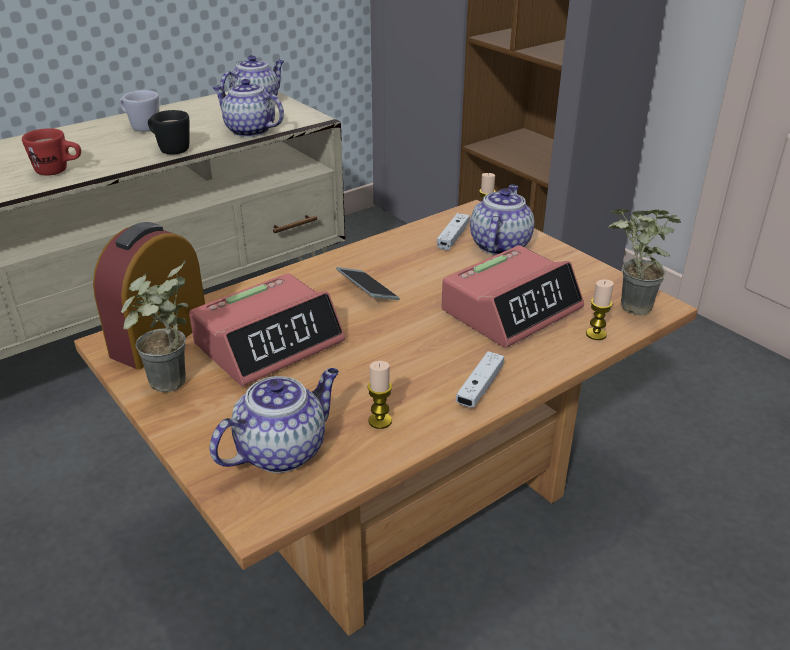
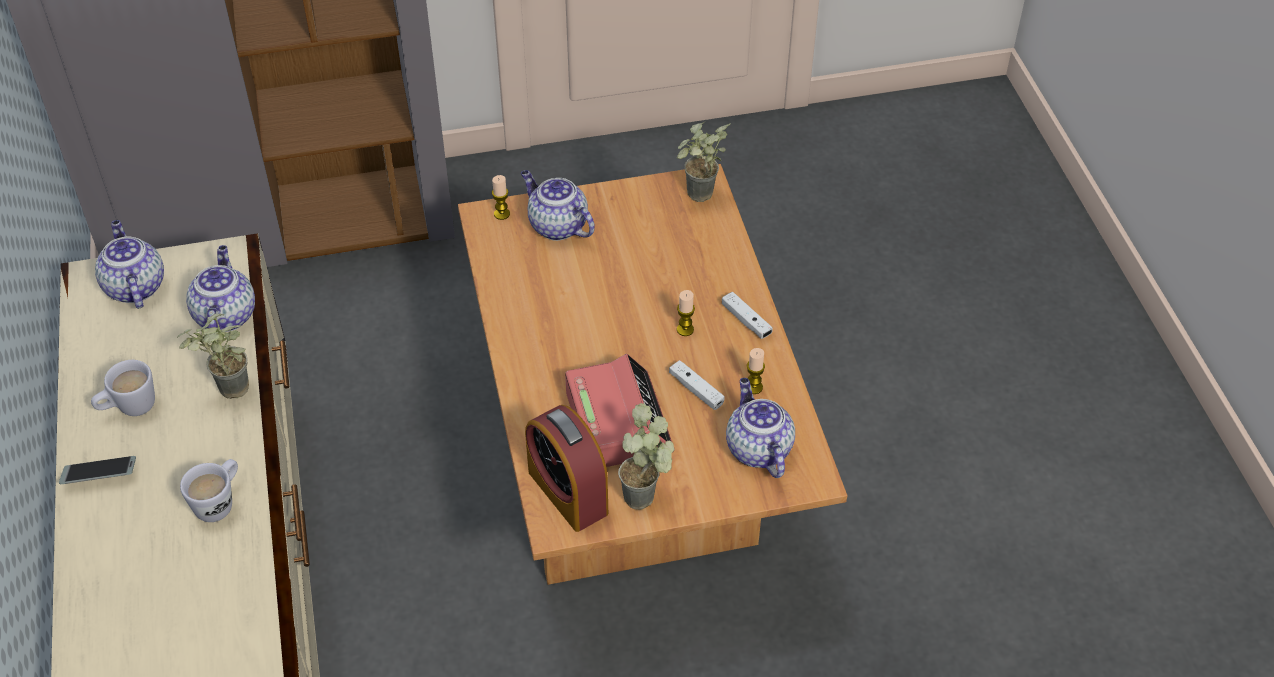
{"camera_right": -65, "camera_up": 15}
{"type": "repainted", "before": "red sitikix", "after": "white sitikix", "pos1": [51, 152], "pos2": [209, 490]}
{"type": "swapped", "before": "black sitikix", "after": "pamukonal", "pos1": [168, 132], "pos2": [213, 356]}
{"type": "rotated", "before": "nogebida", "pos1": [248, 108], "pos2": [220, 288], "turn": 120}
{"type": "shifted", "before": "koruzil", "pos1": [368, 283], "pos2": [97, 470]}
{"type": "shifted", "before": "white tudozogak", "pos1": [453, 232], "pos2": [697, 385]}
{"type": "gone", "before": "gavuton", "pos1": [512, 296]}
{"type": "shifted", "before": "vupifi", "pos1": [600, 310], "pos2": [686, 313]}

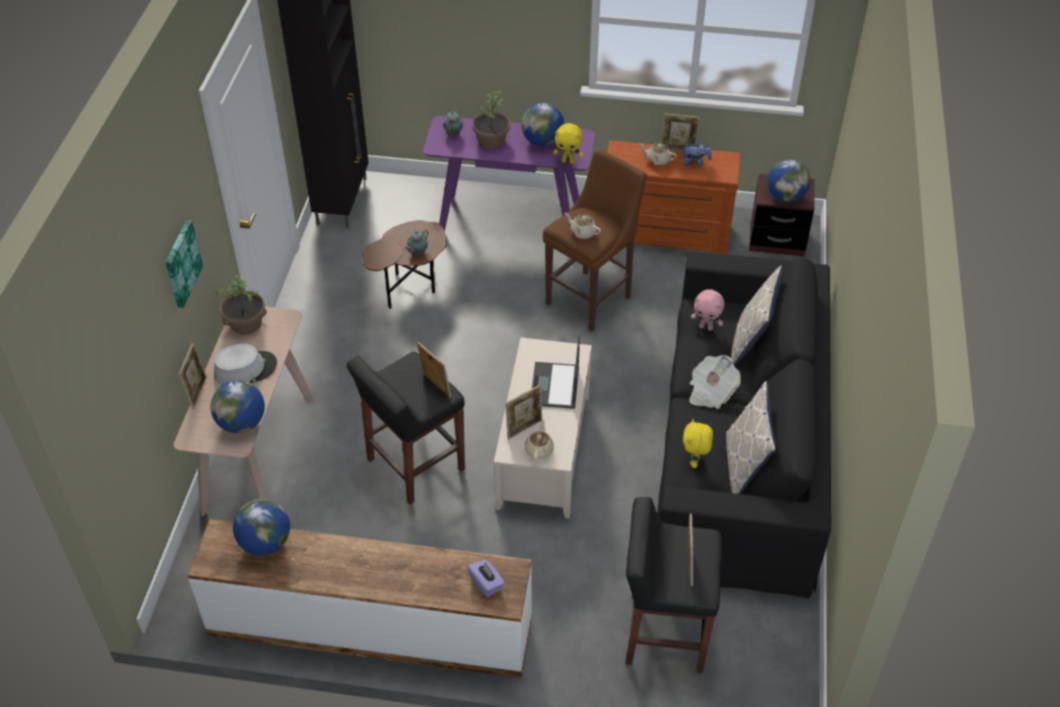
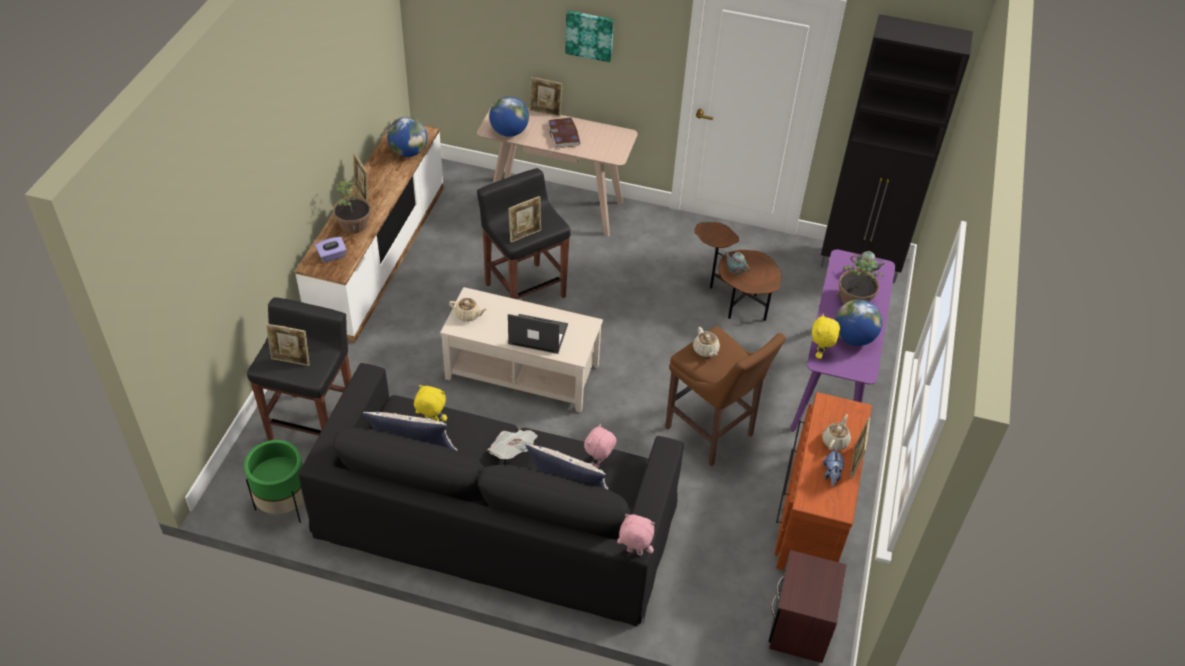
{"camera_right": 95, "camera_up": 0}
{"type": "swapped", "before": "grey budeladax", "after": "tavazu", "pos1": [245, 364], "pos2": [563, 133]}
{"type": "shifted", "before": "pamukonal", "pos1": [241, 305], "pos2": [352, 207]}
{"type": "shifted", "before": "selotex", "pos1": [523, 412], "pos2": [360, 176]}
{"type": "rotated", "before": "beige nogebida", "pos1": [583, 225], "pos2": [706, 342], "turn": 120}
{"type": "gone", "before": "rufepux", "pos1": [788, 180]}
{"type": "new", "after": "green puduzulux", "pos2": [274, 481]}
{"type": "new", "after": "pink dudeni", "pos2": [636, 535]}

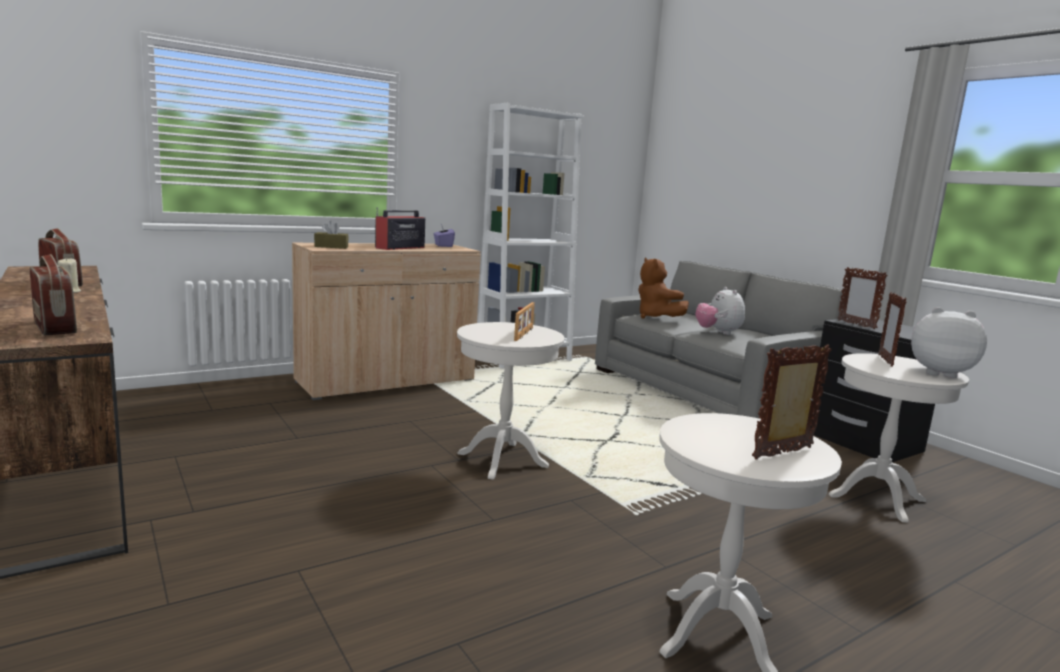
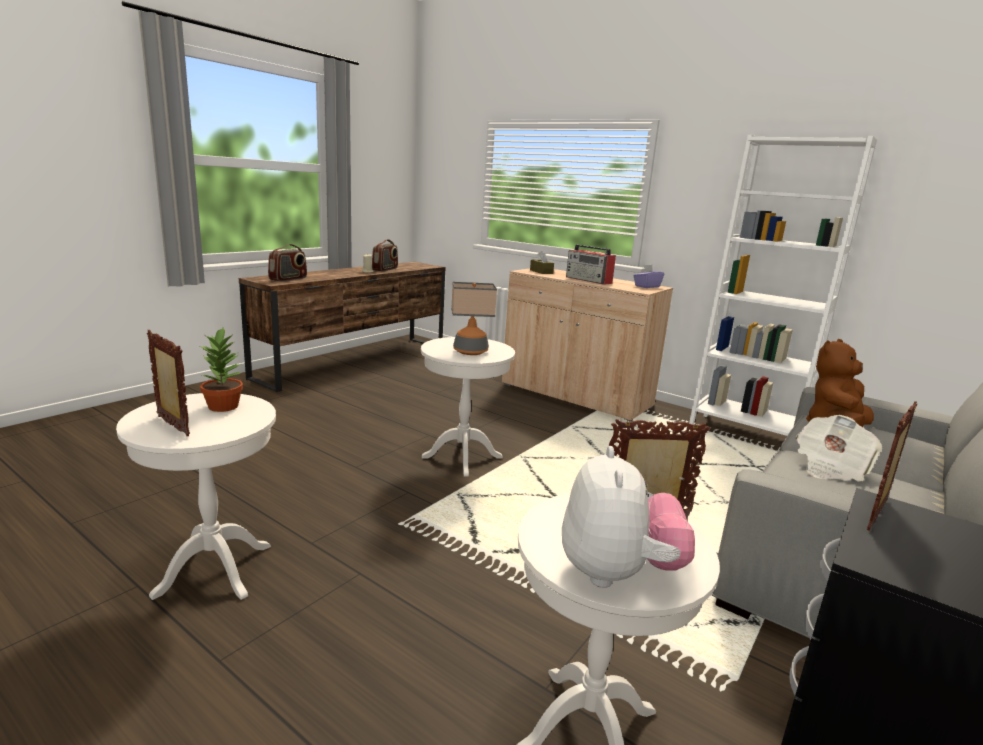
{"camera_right": 70, "camera_up": 5}
{"type": "rotated", "before": "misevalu", "pos1": [400, 228], "pos2": [591, 265], "turn": -150}
{"type": "swapped", "before": "selotex", "after": "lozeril", "pos1": [524, 321], "pos2": [474, 318]}
{"type": "swapped", "before": "dudeni", "after": "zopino", "pos1": [720, 311], "pos2": [839, 448]}
{"type": "new", "after": "pamukonal", "pos2": [221, 370]}

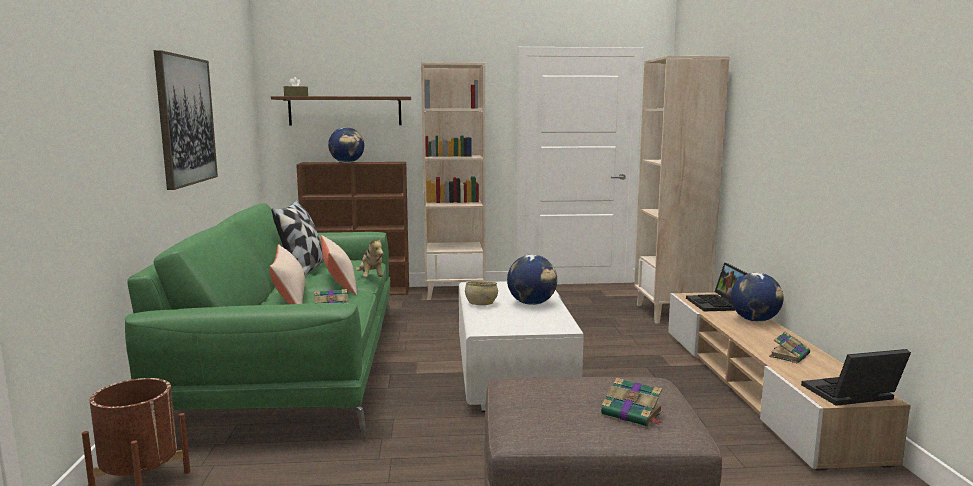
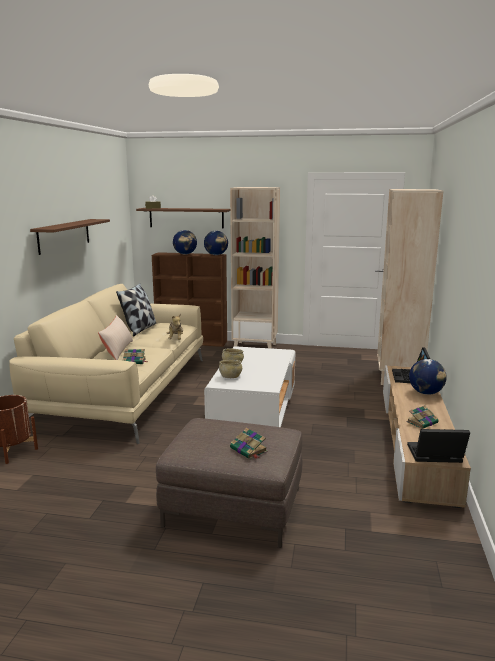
{"camera_right": 15, "camera_up": 5}
{"type": "repainted", "before": "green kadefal", "after": "beige kadefal", "pos1": [258, 322], "pos2": [106, 364]}
{"type": "swapped", "before": "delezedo", "after": "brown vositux", "pos1": [186, 120], "pos2": [70, 237]}
{"type": "gone", "before": "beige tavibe", "pos1": [339, 265]}
{"type": "shifted", "before": "rufepux", "pos1": [532, 280], "pos2": [216, 243]}
{"type": "new", "after": "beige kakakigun", "pos2": [230, 369]}

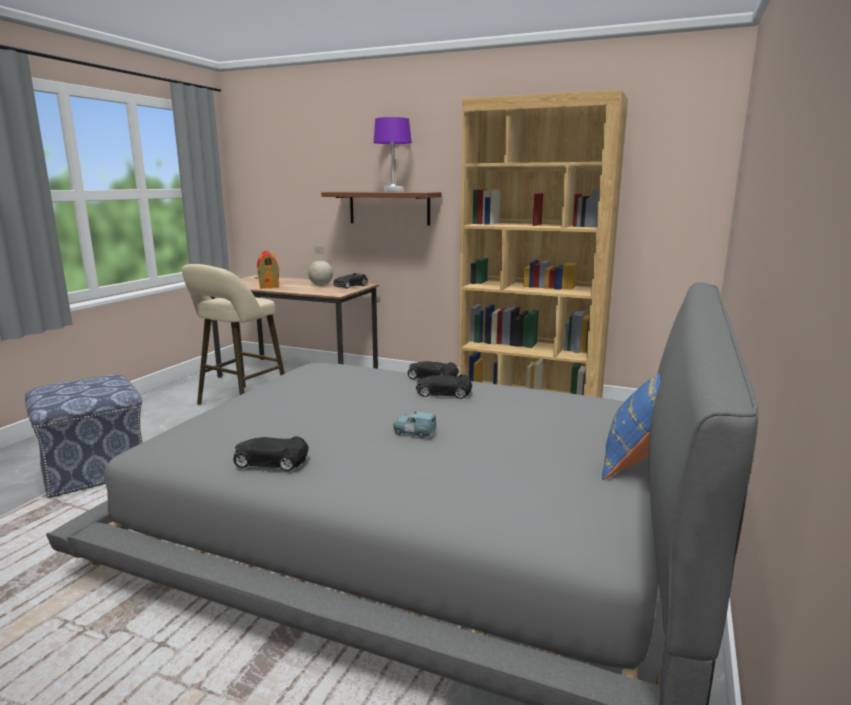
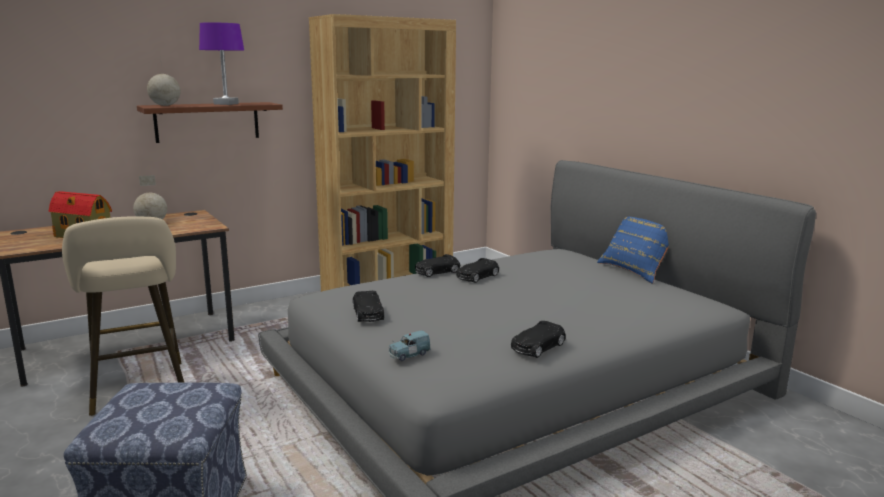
{"camera_right": -55, "camera_up": 0}
{"type": "shifted", "before": "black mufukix", "pos1": [350, 281], "pos2": [368, 306]}
{"type": "shifted", "before": "blue mufukix", "pos1": [415, 425], "pos2": [410, 345]}
{"type": "new", "after": "rufepux", "pos2": [164, 81]}

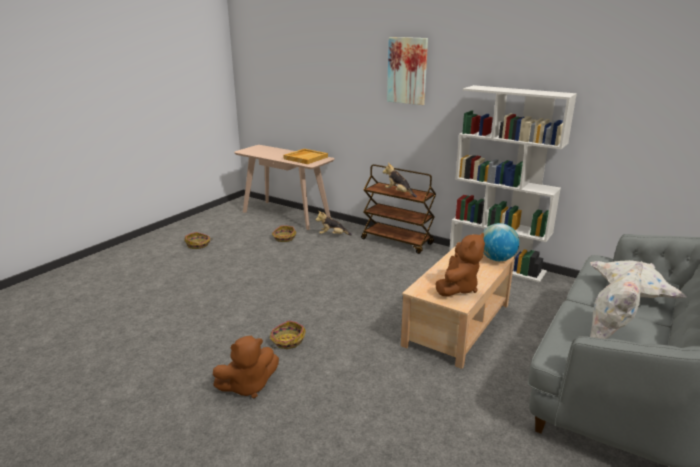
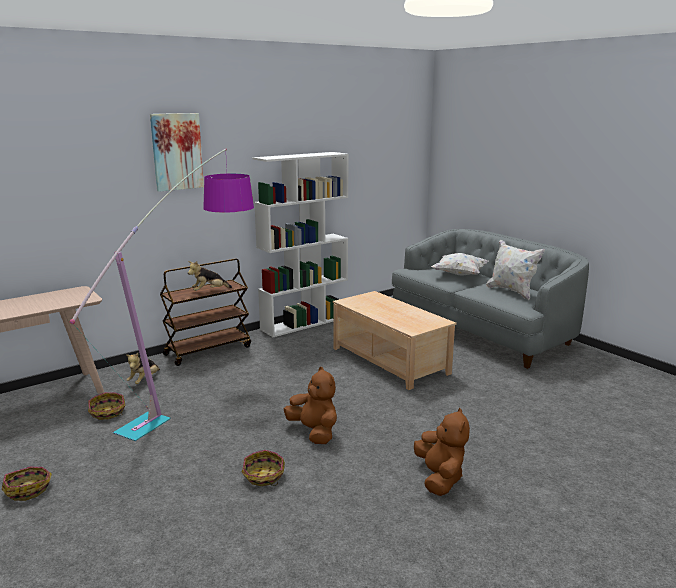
{"camera_right": -70, "camera_up": -5}
{"type": "shifted", "before": "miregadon", "pos1": [288, 335], "pos2": [263, 468]}
{"type": "gone", "before": "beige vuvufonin", "pos1": [305, 156]}
{"type": "shifted", "before": "brown dudeni", "pos1": [460, 265], "pos2": [310, 405]}
{"type": "gone", "before": "rufepux", "pos1": [501, 242]}
{"type": "new", "after": "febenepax", "pos2": [162, 294]}

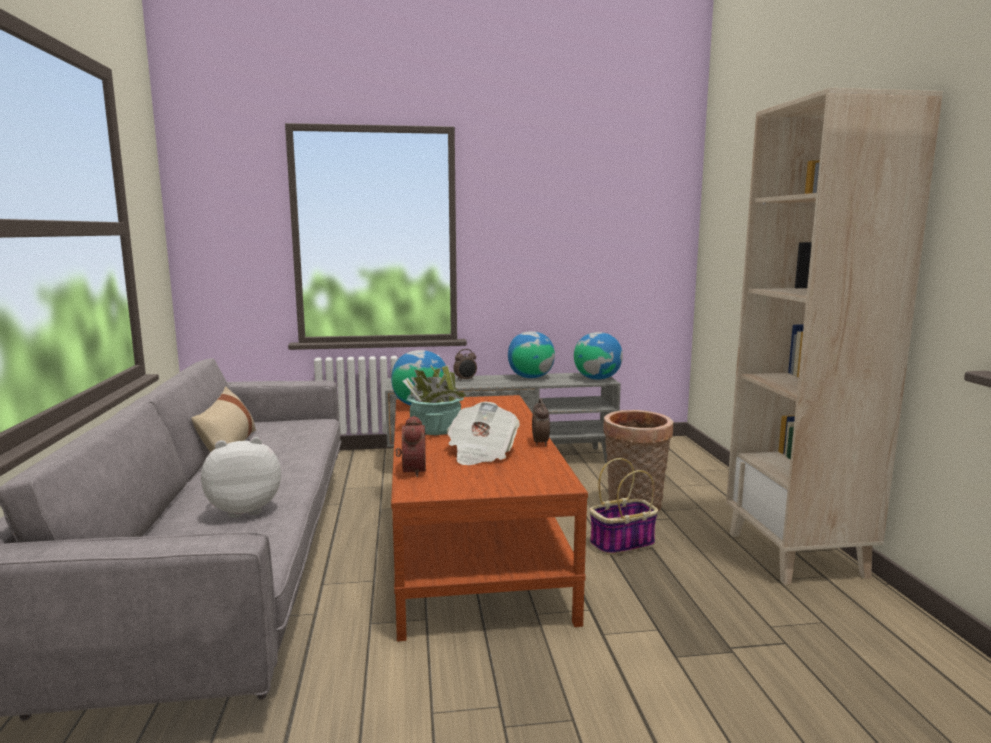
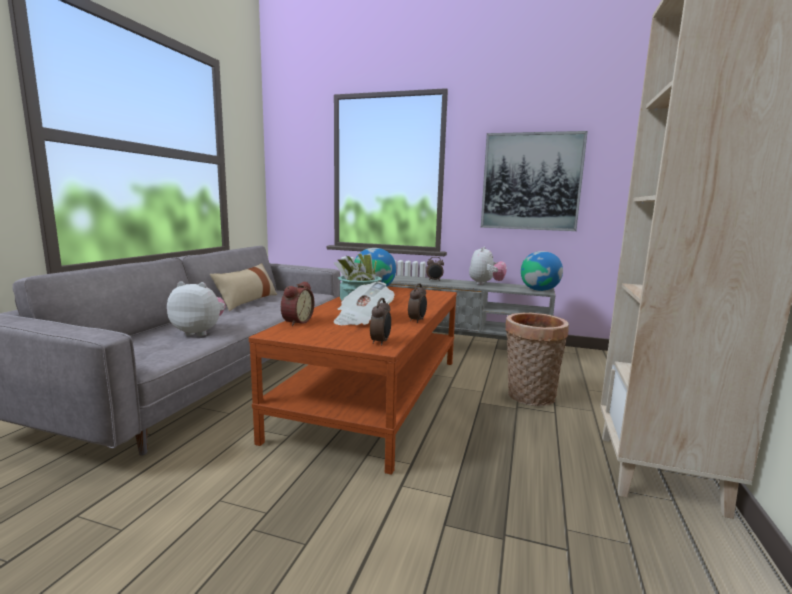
{"camera_right": 25, "camera_up": 0}
{"type": "swapped", "before": "rufepux", "after": "dudeni", "pos1": [531, 354], "pos2": [488, 265]}
{"type": "gone", "before": "miregadon", "pos1": [624, 506]}
{"type": "new", "after": "gavuton", "pos2": [380, 322]}
{"type": "new", "after": "delezedo", "pos2": [534, 181]}

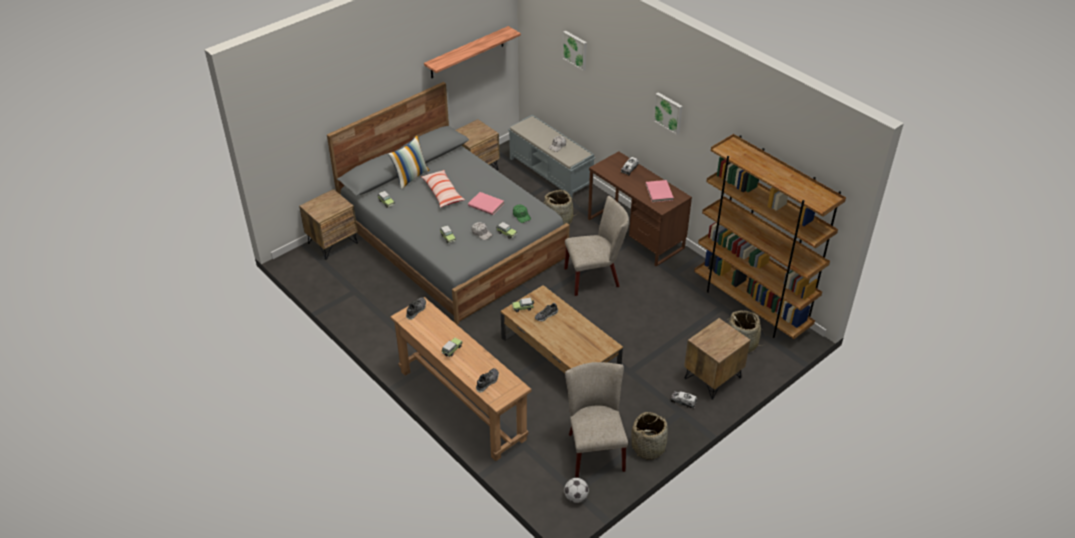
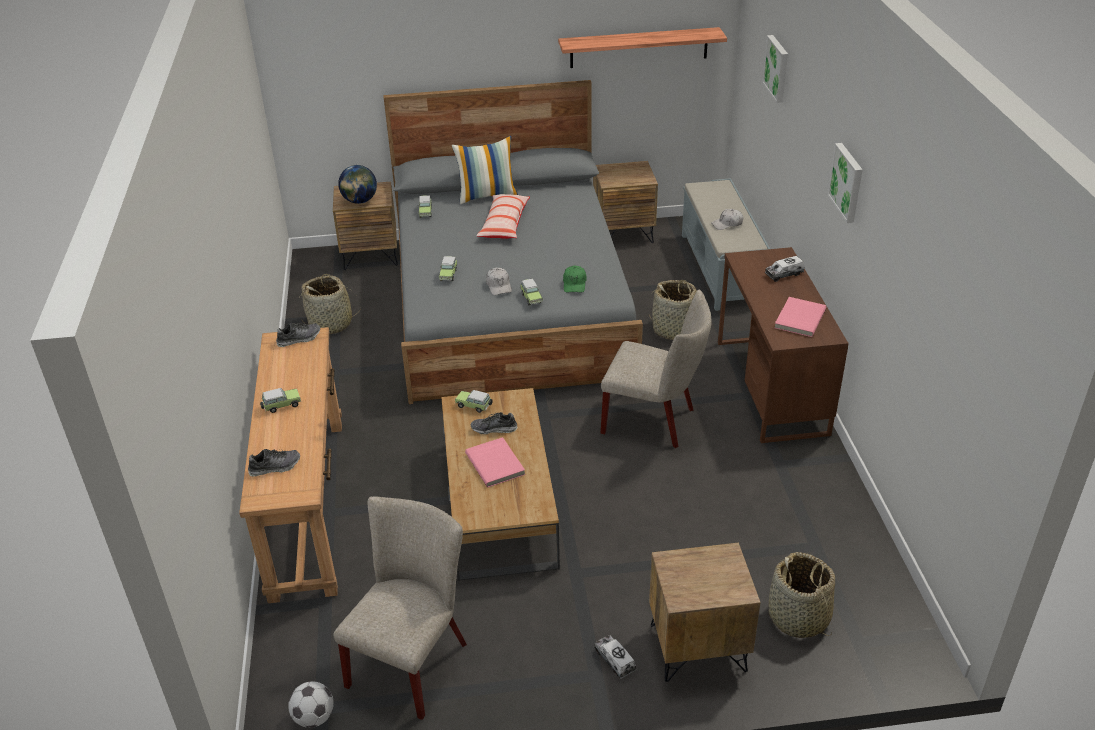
{"camera_right": 35, "camera_up": -5}
{"type": "shifted", "before": "pink tavazu", "pos1": [486, 203], "pos2": [495, 462]}
{"type": "shifted", "before": "miregadon", "pos1": [649, 436], "pos2": [329, 304]}
{"type": "gone", "before": "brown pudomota", "pos1": [770, 236]}
{"type": "new", "after": "rufepux", "pos2": [357, 184]}

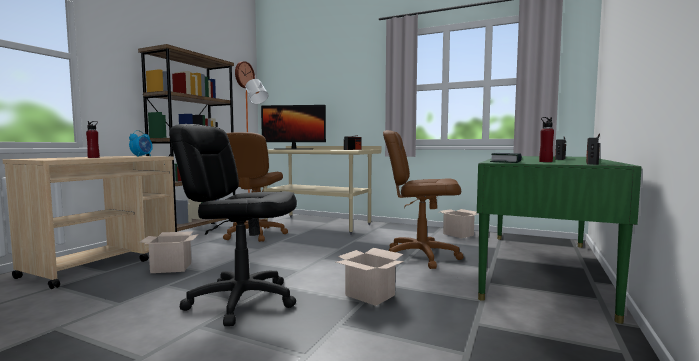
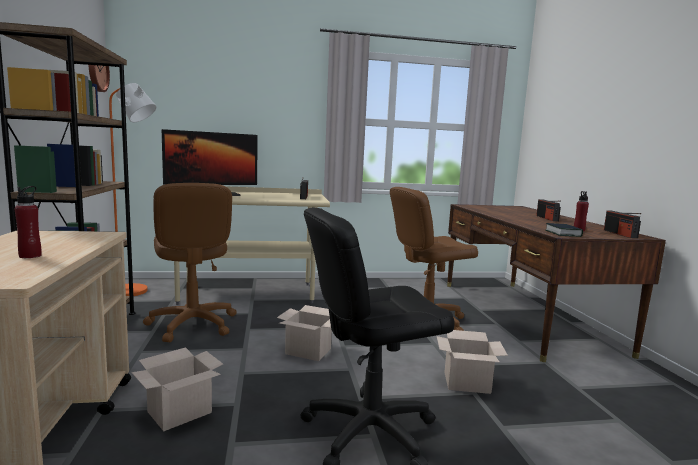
{"camera_right": -35, "camera_up": 5}
{"type": "gone", "before": "gavuton", "pos1": [141, 143]}
{"type": "shifted", "before": "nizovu", "pos1": [459, 223], "pos2": [304, 333]}
{"type": "repainted", "before": "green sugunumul", "after": "brown sugunumul", "pos1": [559, 240], "pos2": [556, 283]}

